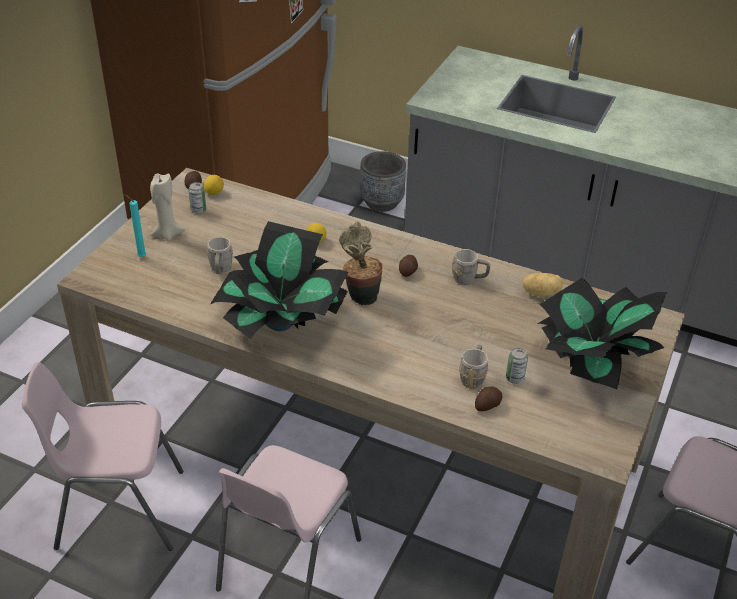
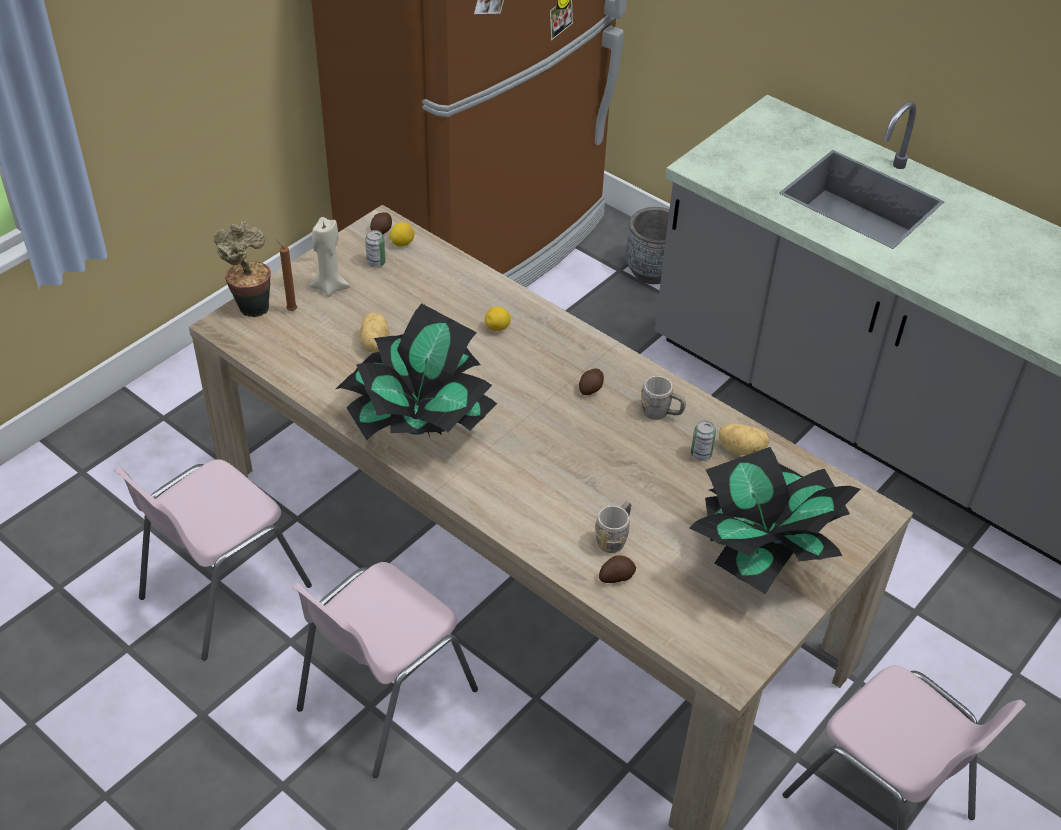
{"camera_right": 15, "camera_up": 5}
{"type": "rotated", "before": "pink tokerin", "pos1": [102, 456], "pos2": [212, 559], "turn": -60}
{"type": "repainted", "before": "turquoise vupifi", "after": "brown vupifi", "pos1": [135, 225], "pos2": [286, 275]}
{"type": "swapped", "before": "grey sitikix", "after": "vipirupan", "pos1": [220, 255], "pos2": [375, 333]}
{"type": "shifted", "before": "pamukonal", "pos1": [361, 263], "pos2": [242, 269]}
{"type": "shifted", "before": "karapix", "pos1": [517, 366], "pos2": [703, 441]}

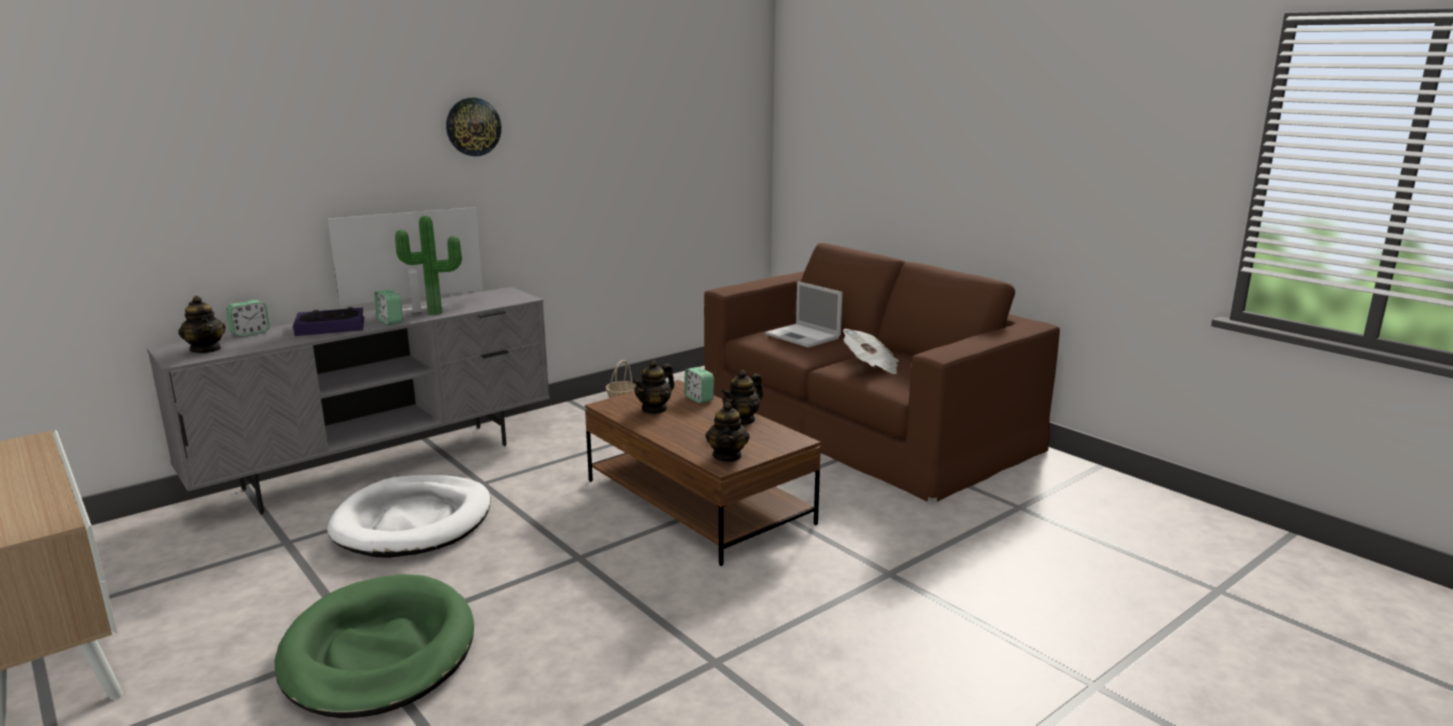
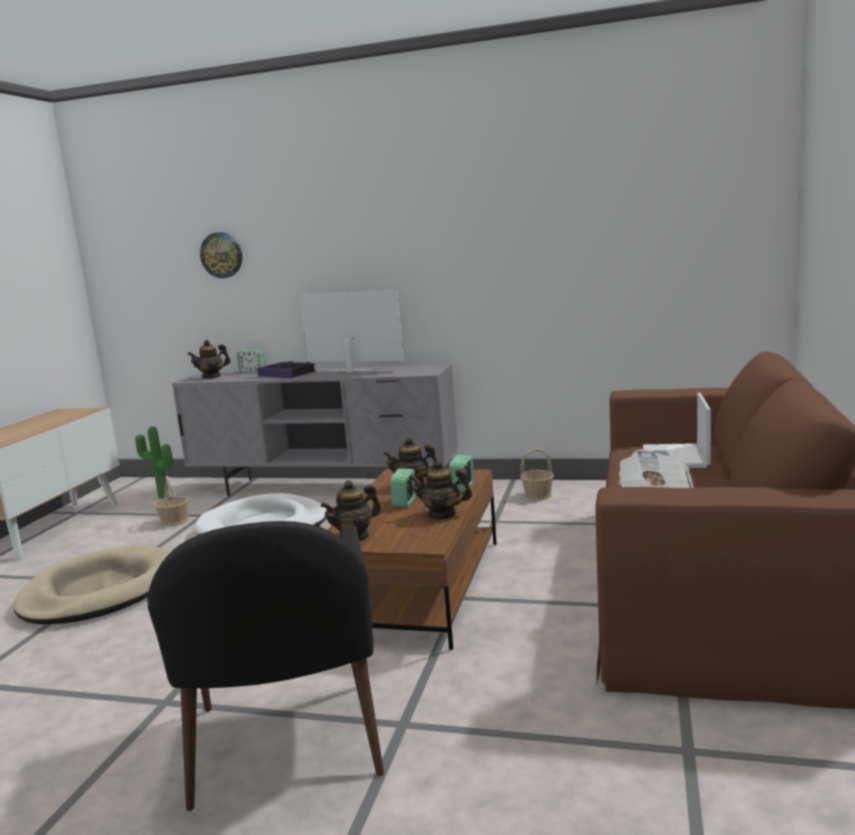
{"camera_right": 55, "camera_up": -5}
{"type": "rotated", "before": "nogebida", "pos1": [202, 324], "pos2": [209, 359], "turn": 45}
{"type": "repainted", "before": "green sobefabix", "after": "beige sobefabix", "pos1": [374, 646], "pos2": [91, 585]}
{"type": "shifted", "before": "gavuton", "pos1": [388, 307], "pos2": [403, 488]}
{"type": "shifted", "before": "pamukonal", "pos1": [428, 265], "pos2": [154, 462]}
{"type": "shifted", "before": "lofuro", "pos1": [473, 127], "pos2": [221, 255]}
{"type": "new", "after": "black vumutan", "pos2": [266, 666]}
{"type": "new", "after": "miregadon", "pos2": [171, 501]}

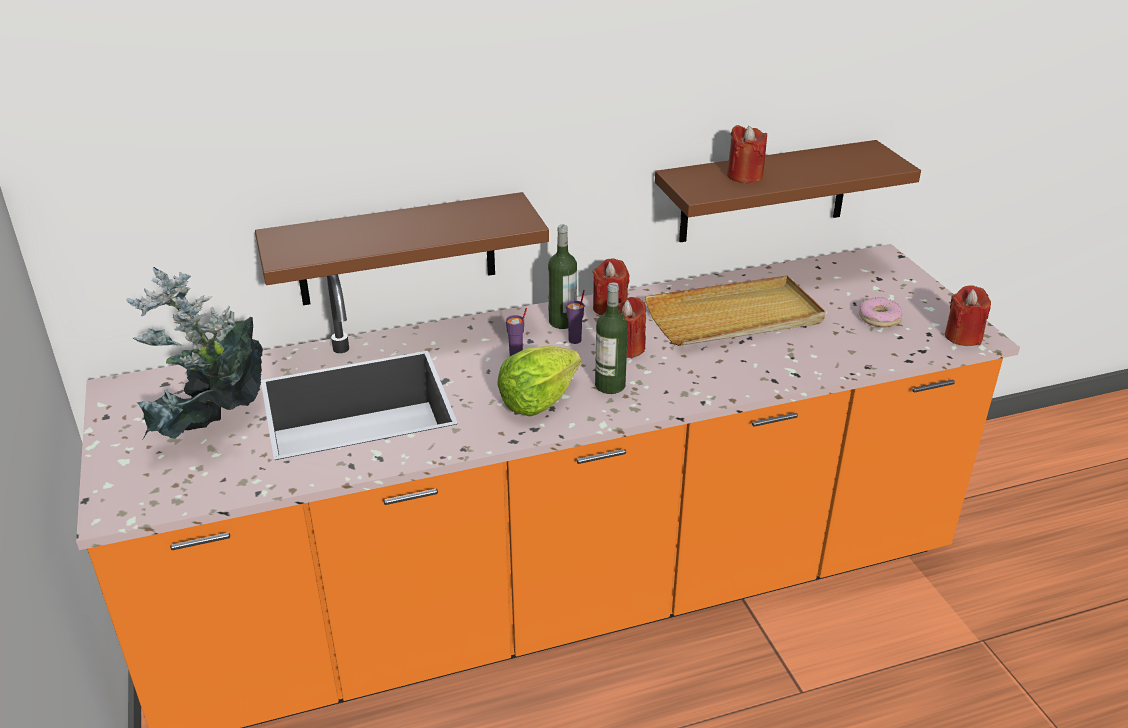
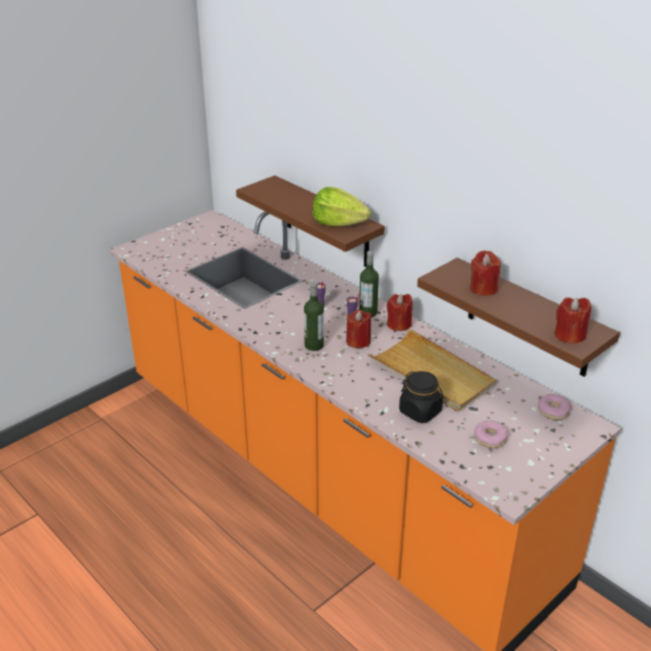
{"camera_right": 65, "camera_up": 0}
{"type": "gone", "before": "pamukonal", "pos1": [194, 353]}
{"type": "shifted", "before": "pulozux", "pos1": [539, 381], "pos2": [342, 207]}
{"type": "shifted", "before": "red vupifi", "pos1": [968, 315], "pos2": [573, 320]}
{"type": "new", "after": "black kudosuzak", "pos2": [421, 397]}
{"type": "new", "after": "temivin", "pos2": [554, 407]}

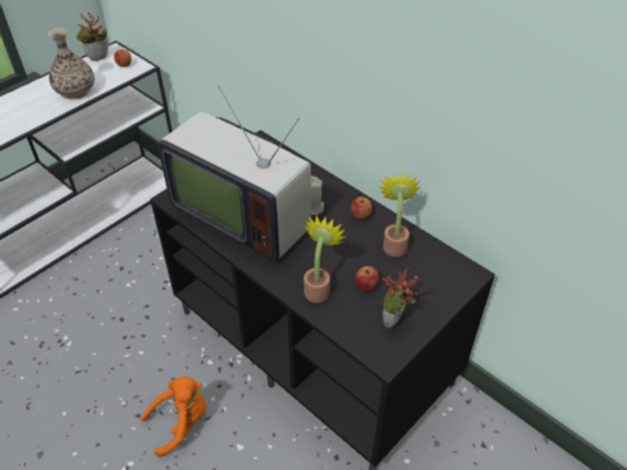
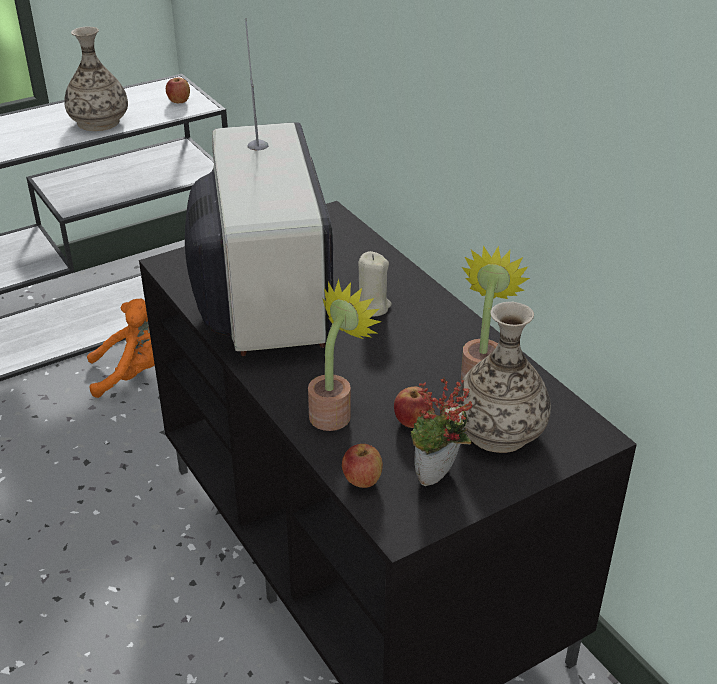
{"camera_right": 15, "camera_up": -10}
{"type": "gone", "before": "pamukonal", "pos1": [92, 36]}
{"type": "shifted", "before": "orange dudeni", "pos1": [173, 416], "pos2": [121, 348]}
{"type": "rotated", "before": "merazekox", "pos1": [234, 174], "pos2": [259, 187], "turn": -150}
{"type": "shifted", "before": "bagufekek", "pos1": [361, 208], "pos2": [362, 466]}
{"type": "new", "after": "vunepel", "pos2": [502, 377]}

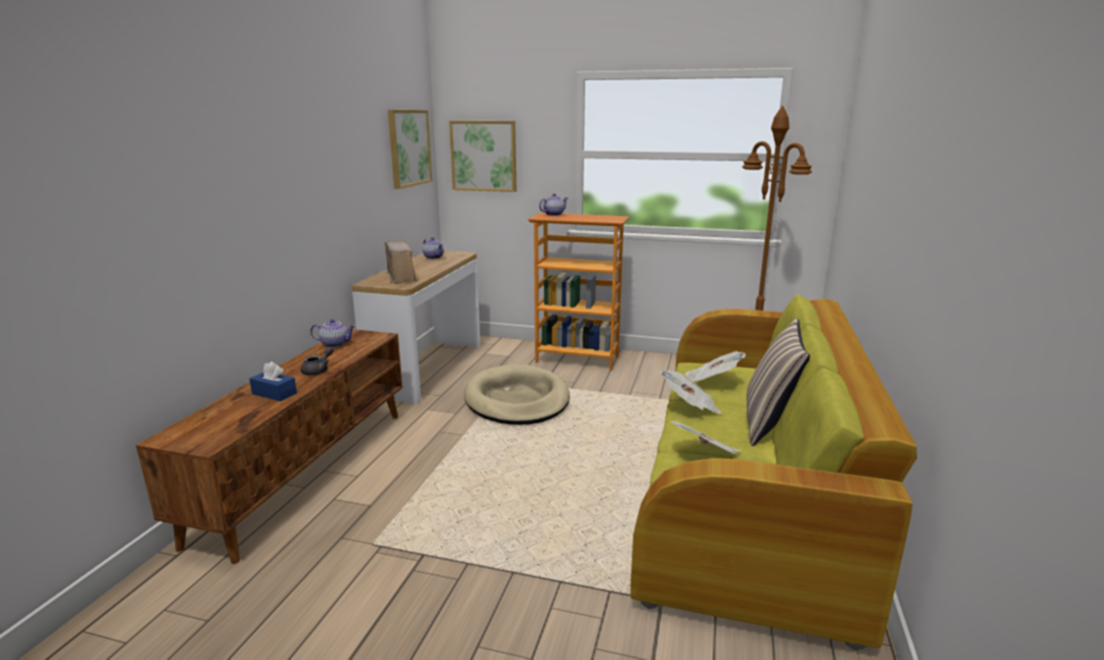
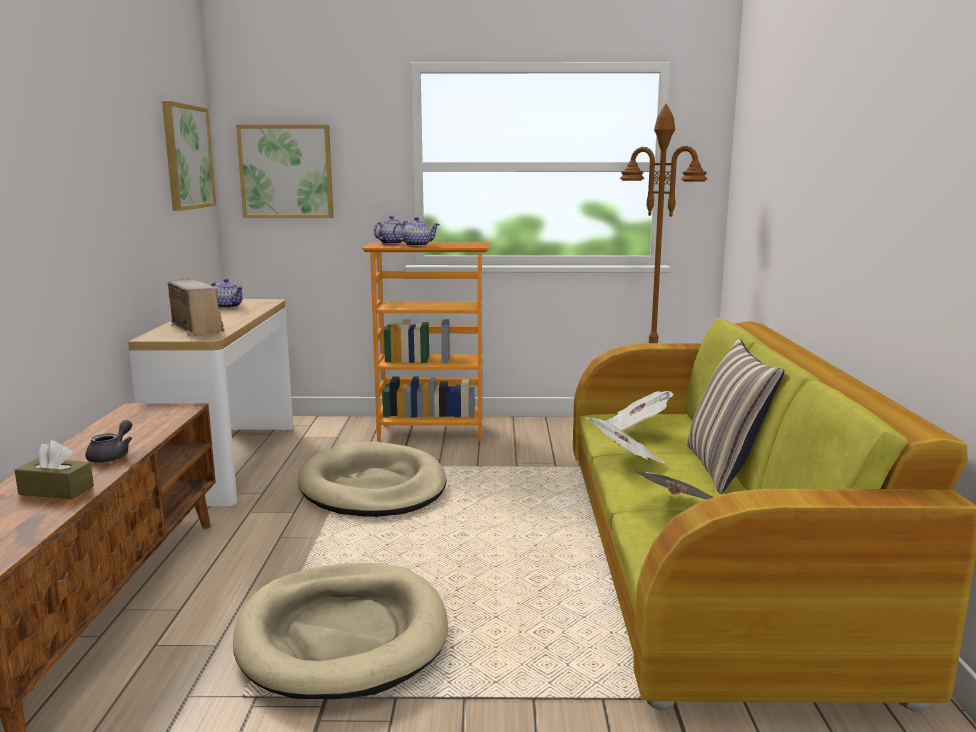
{"camera_right": -15, "camera_up": -5}
{"type": "repainted", "before": "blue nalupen", "after": "brown nalupen", "pos1": [273, 381], "pos2": [54, 469]}
{"type": "shifted", "before": "nogebida", "pos1": [333, 333], "pos2": [416, 231]}
{"type": "new", "after": "beige sobefabix", "pos2": [340, 631]}

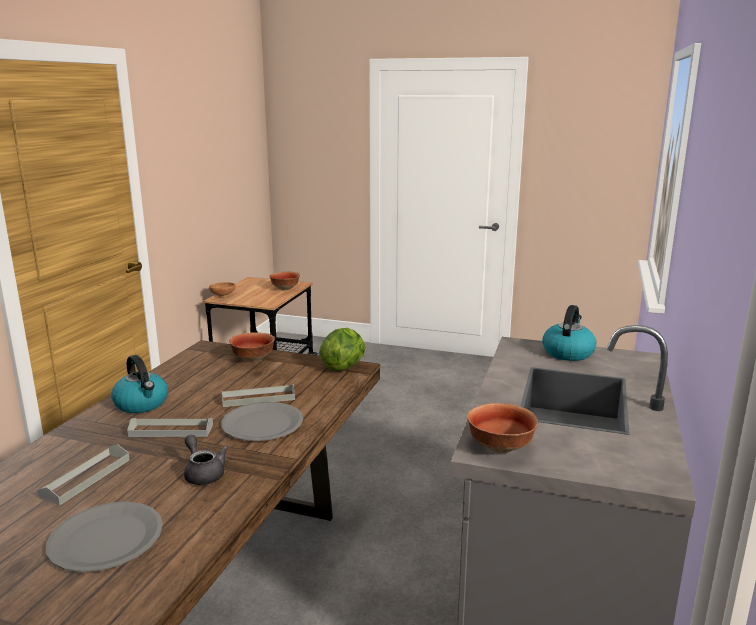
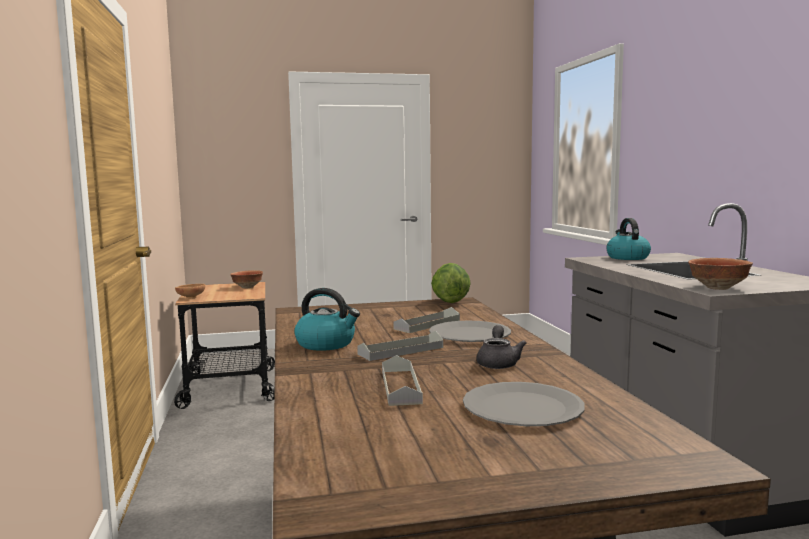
{"camera_right": -30, "camera_up": -10}
{"type": "rotated", "before": "grey nogebida", "pos1": [206, 460], "pos2": [501, 347], "turn": 75}
{"type": "gone", "before": "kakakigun", "pos1": [252, 347]}

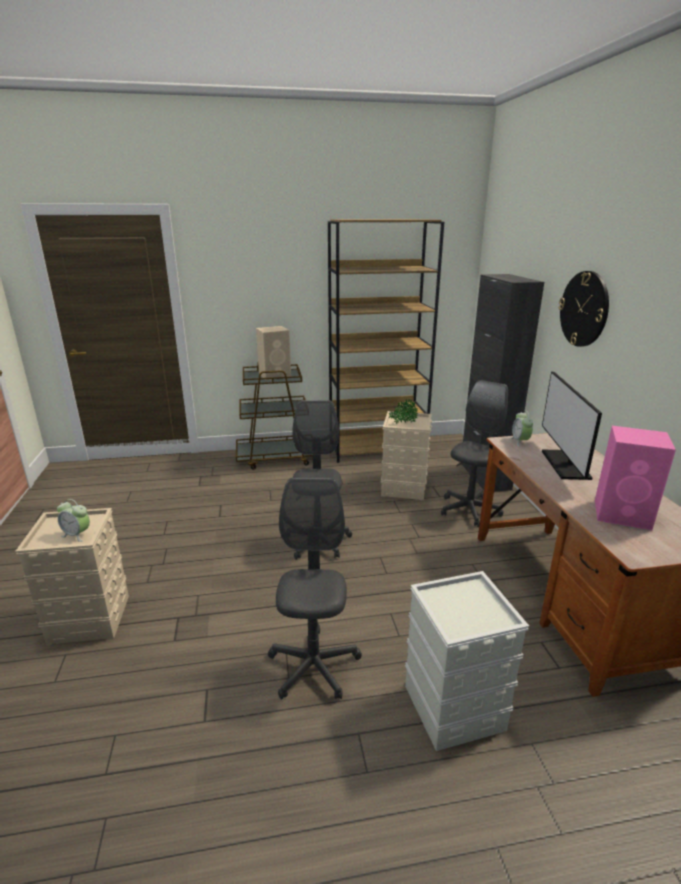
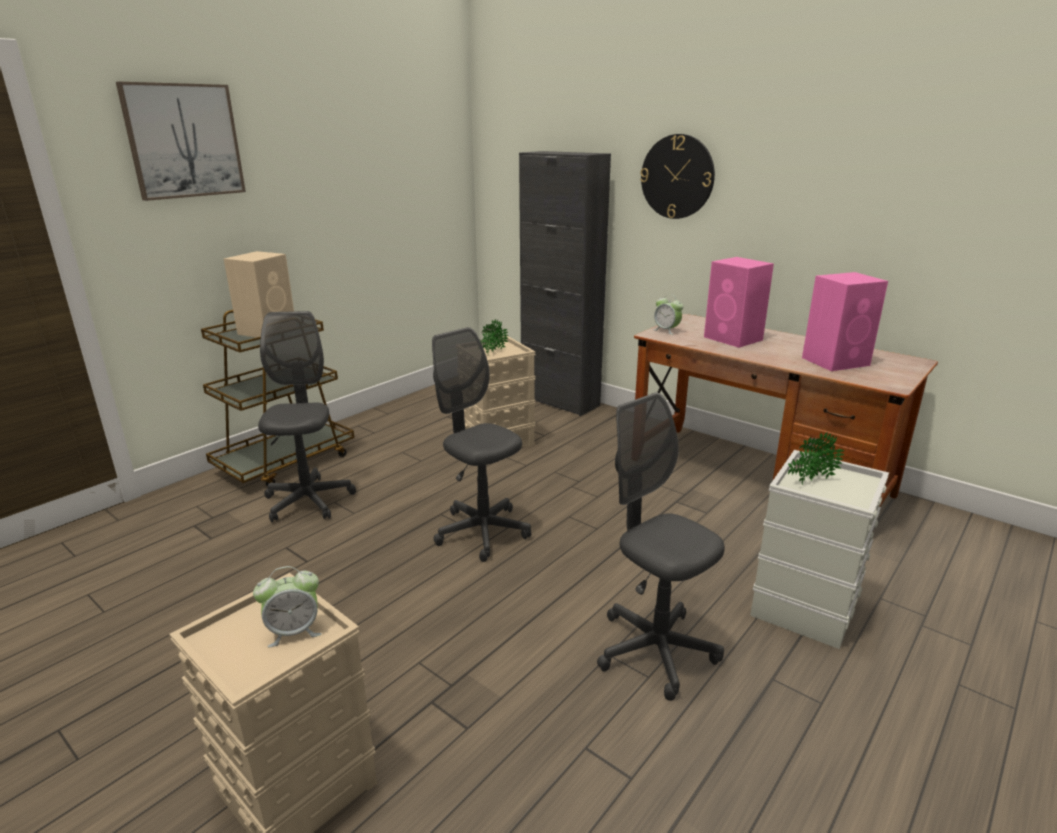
{"camera_right": -40, "camera_up": 0}
{"type": "gone", "before": "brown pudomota", "pos1": [386, 341]}
{"type": "shifted", "before": "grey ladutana", "pos1": [474, 453], "pos2": [307, 416]}
{"type": "swapped", "before": "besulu", "after": "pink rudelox", "pos1": [572, 425], "pos2": [739, 302]}
{"type": "new", "after": "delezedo", "pos2": [181, 141]}
{"type": "new", "after": "pamukonal", "pos2": [816, 458]}

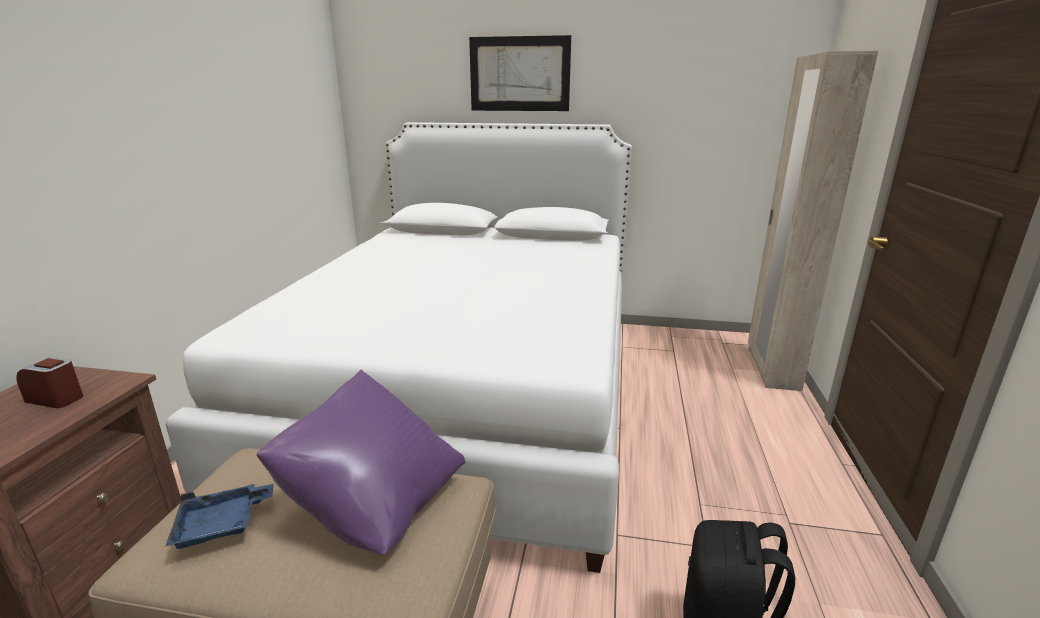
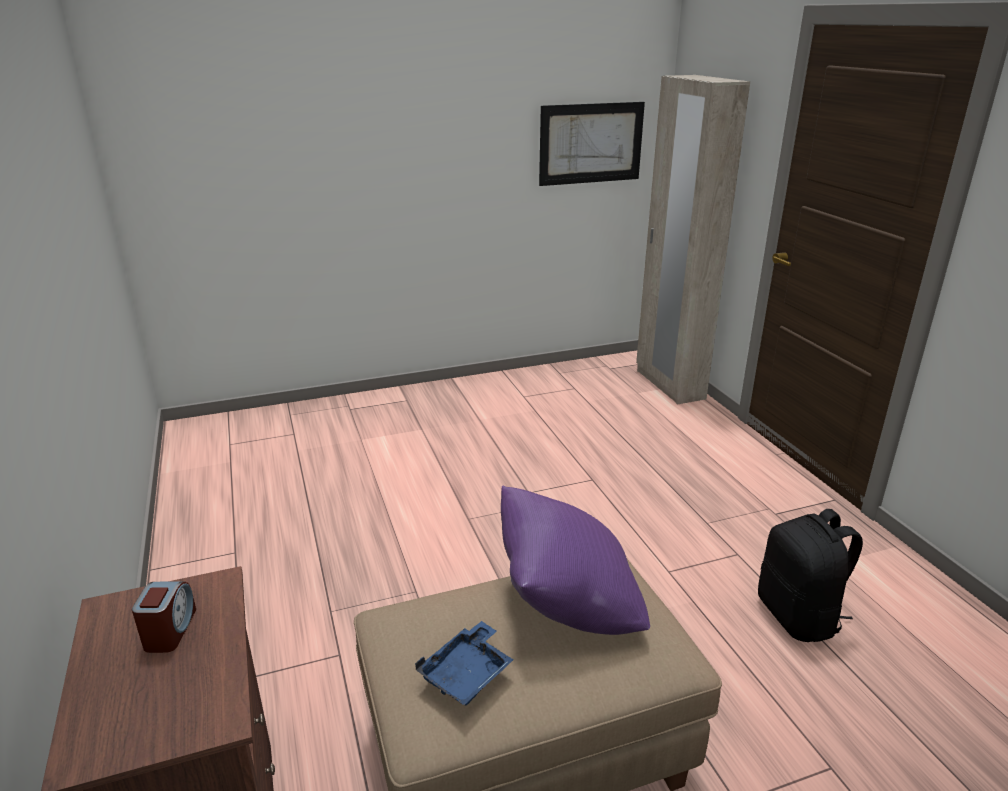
{"camera_right": -30, "camera_up": 5}
{"type": "rotated", "before": "gavuton", "pos1": [49, 382], "pos2": [164, 617], "turn": 105}
{"type": "gone", "before": "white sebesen", "pos1": [399, 347]}
{"type": "shifted", "before": "delezedo", "pos1": [520, 73], "pos2": [592, 144]}

